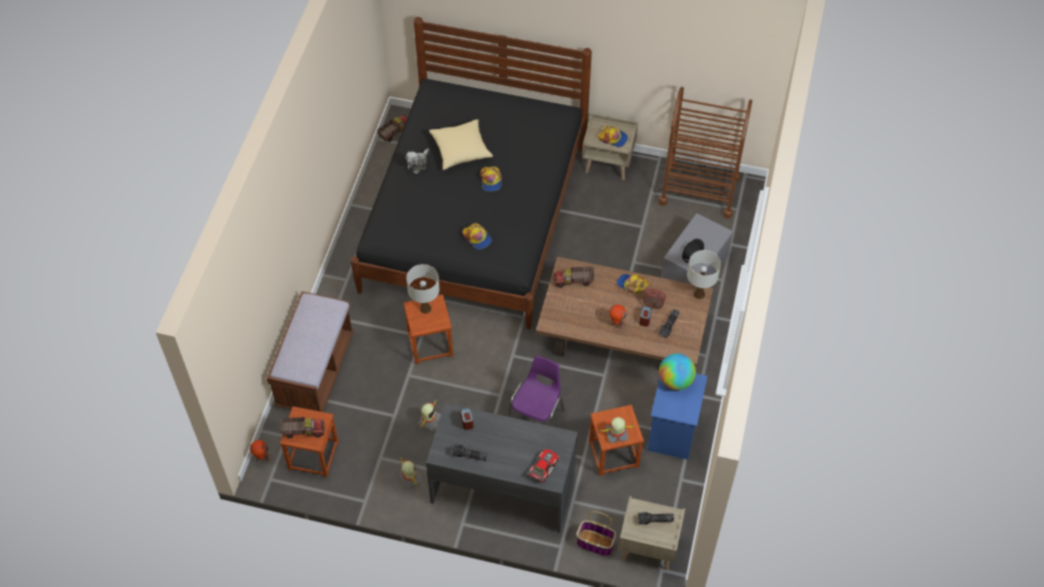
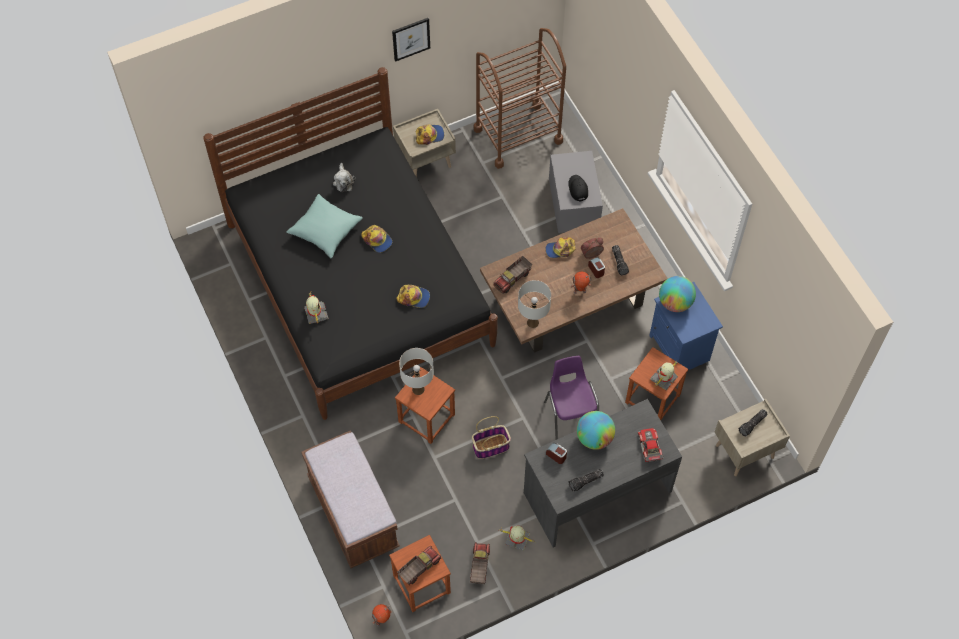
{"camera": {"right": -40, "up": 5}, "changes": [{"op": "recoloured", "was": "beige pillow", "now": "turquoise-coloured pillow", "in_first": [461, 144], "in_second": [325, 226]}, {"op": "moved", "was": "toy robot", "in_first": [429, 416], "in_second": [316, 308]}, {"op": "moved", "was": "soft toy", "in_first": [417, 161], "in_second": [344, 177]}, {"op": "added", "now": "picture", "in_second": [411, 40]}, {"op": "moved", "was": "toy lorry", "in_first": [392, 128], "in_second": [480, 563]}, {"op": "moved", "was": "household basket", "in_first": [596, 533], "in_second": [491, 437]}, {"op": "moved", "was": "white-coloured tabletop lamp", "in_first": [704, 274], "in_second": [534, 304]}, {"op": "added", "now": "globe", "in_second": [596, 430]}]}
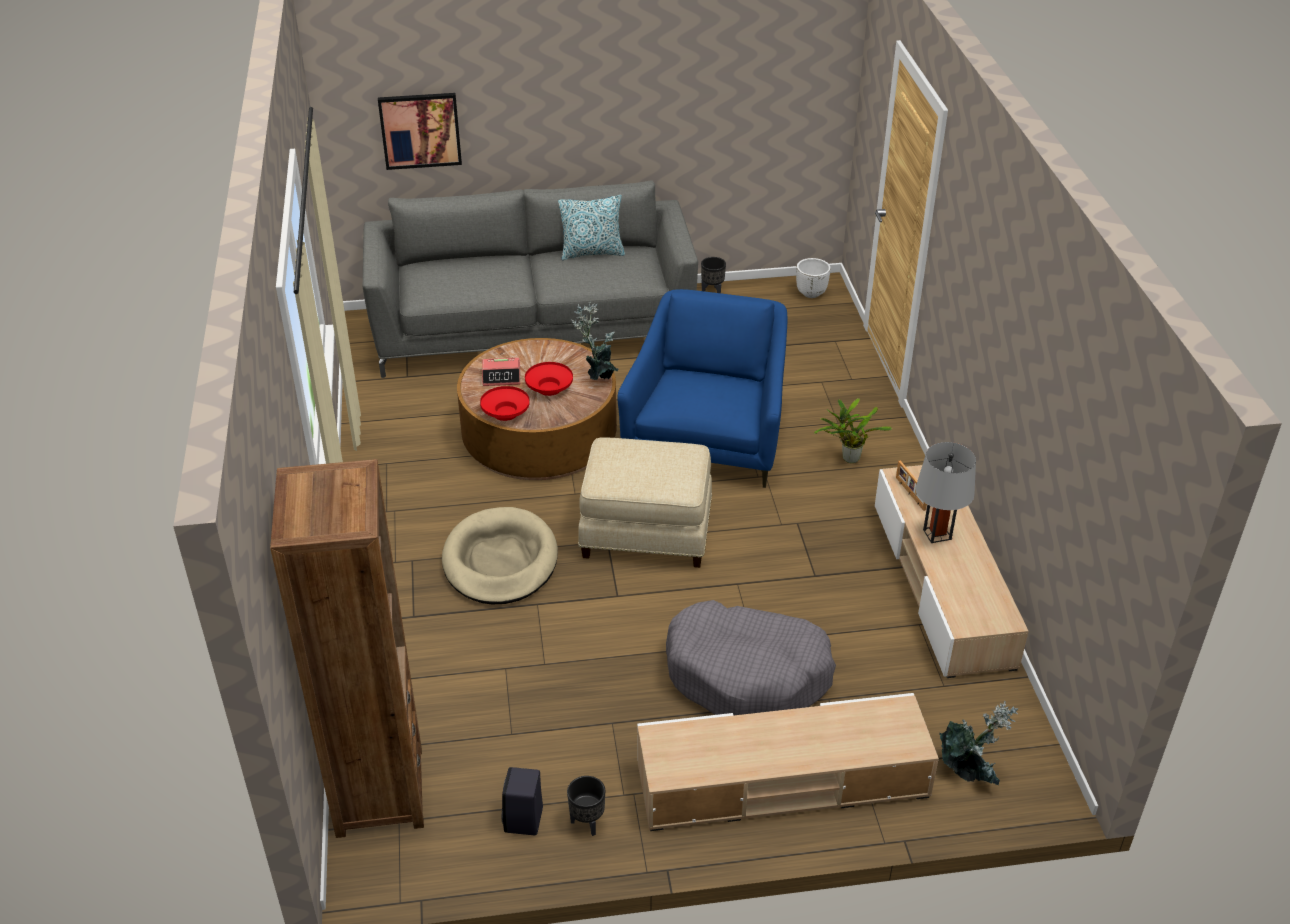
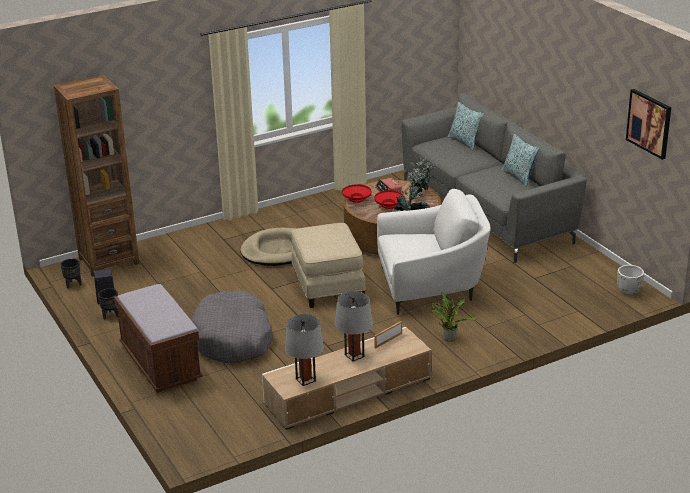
{"camera": {"right": 70, "up": -10}, "changes": [{"op": "moved", "was": "blackish planter", "in_first": [713, 275], "in_second": [70, 274]}, {"op": "replaced", "was": "beige tv unit", "now": "brown-coloured long seat", "in_first": [788, 762], "in_second": [158, 338]}, {"op": "added", "now": "grey tabletop lamp", "in_second": [304, 350]}, {"op": "recoloured", "was": "blue-coloured lounge chair", "now": "white-coloured lounge chair", "in_first": [702, 388], "in_second": [434, 252]}, {"op": "moved", "was": "houseplant", "in_first": [978, 743], "in_second": [422, 176]}, {"op": "added", "now": "pillow", "in_second": [466, 126]}, {"op": "moved", "was": "picture", "in_first": [420, 131], "in_second": [648, 124]}]}
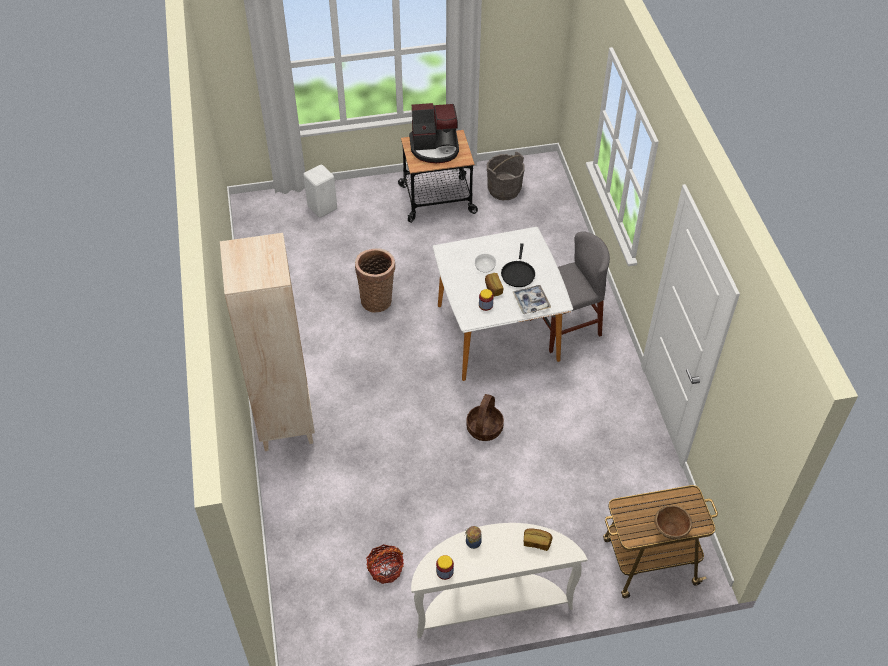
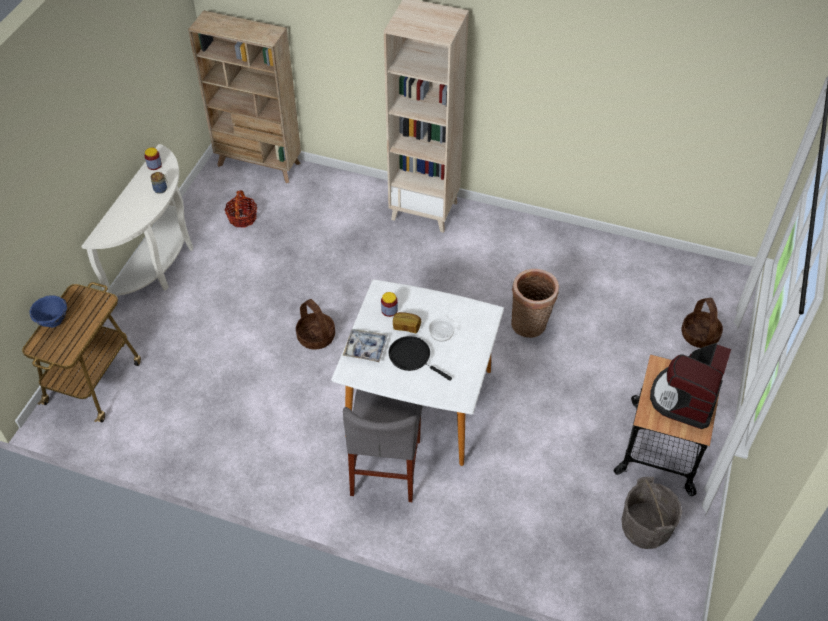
{"camera": {"right": 120, "up": 0}, "changes": [{"op": "recoloured", "was": "brown-coloured bowl", "now": "blue-coloured bowl", "in_first": [673, 522], "in_second": [48, 311]}, {"op": "added", "now": "beige bookshelf", "in_second": [244, 96]}, {"op": "replaced", "was": "white-coloured sitting stool", "now": "household basket", "in_first": [320, 191], "in_second": [702, 323]}, {"op": "removed", "was": "bread", "in_first": [538, 540]}]}
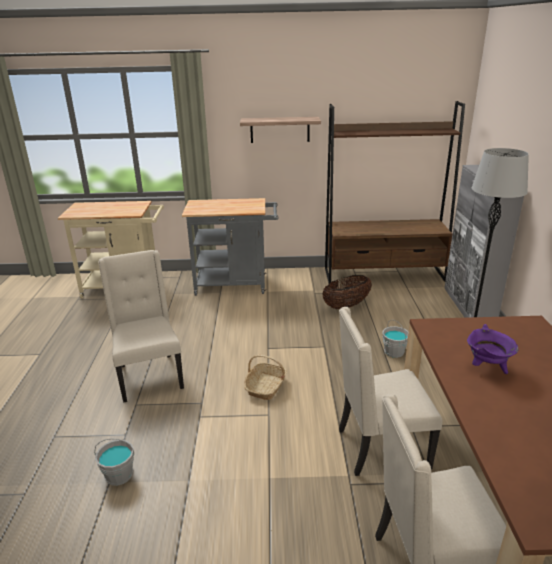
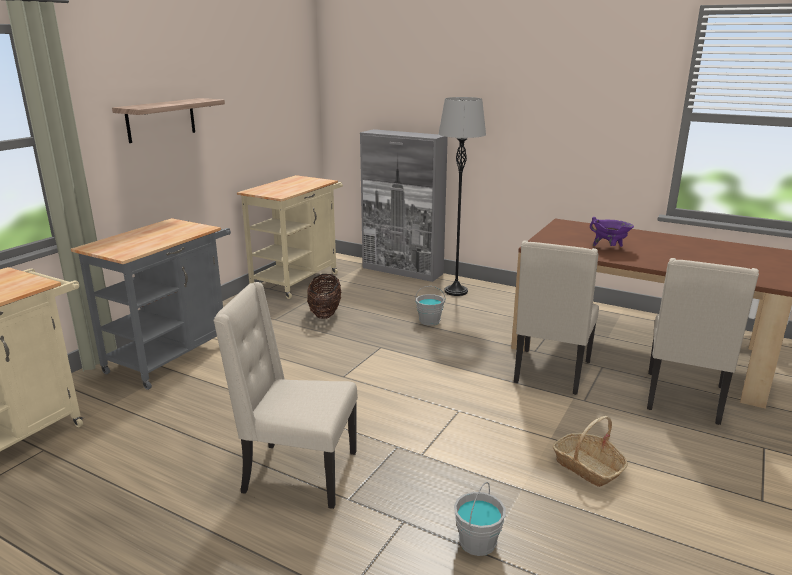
{"camera": {"right": -60, "up": -5}, "changes": [{"op": "replaced", "was": "brown-coloured bookshelf", "now": "beige cart", "in_first": [395, 192], "in_second": [290, 237]}, {"op": "moved", "was": "household basket", "in_first": [265, 377], "in_second": [590, 451]}]}
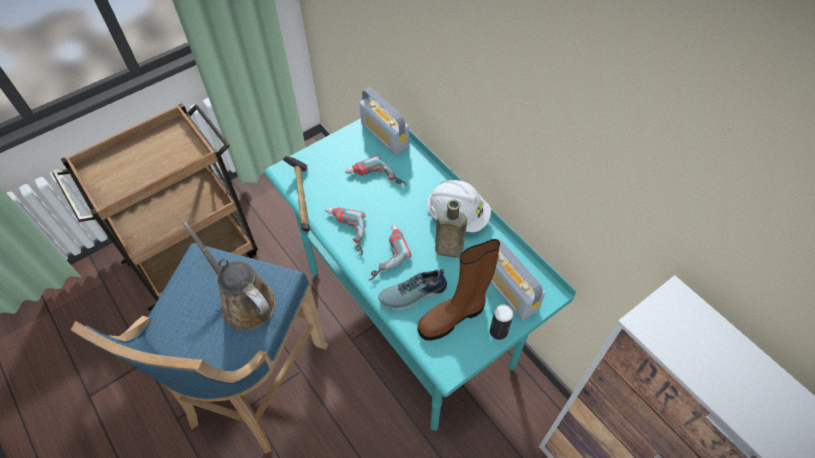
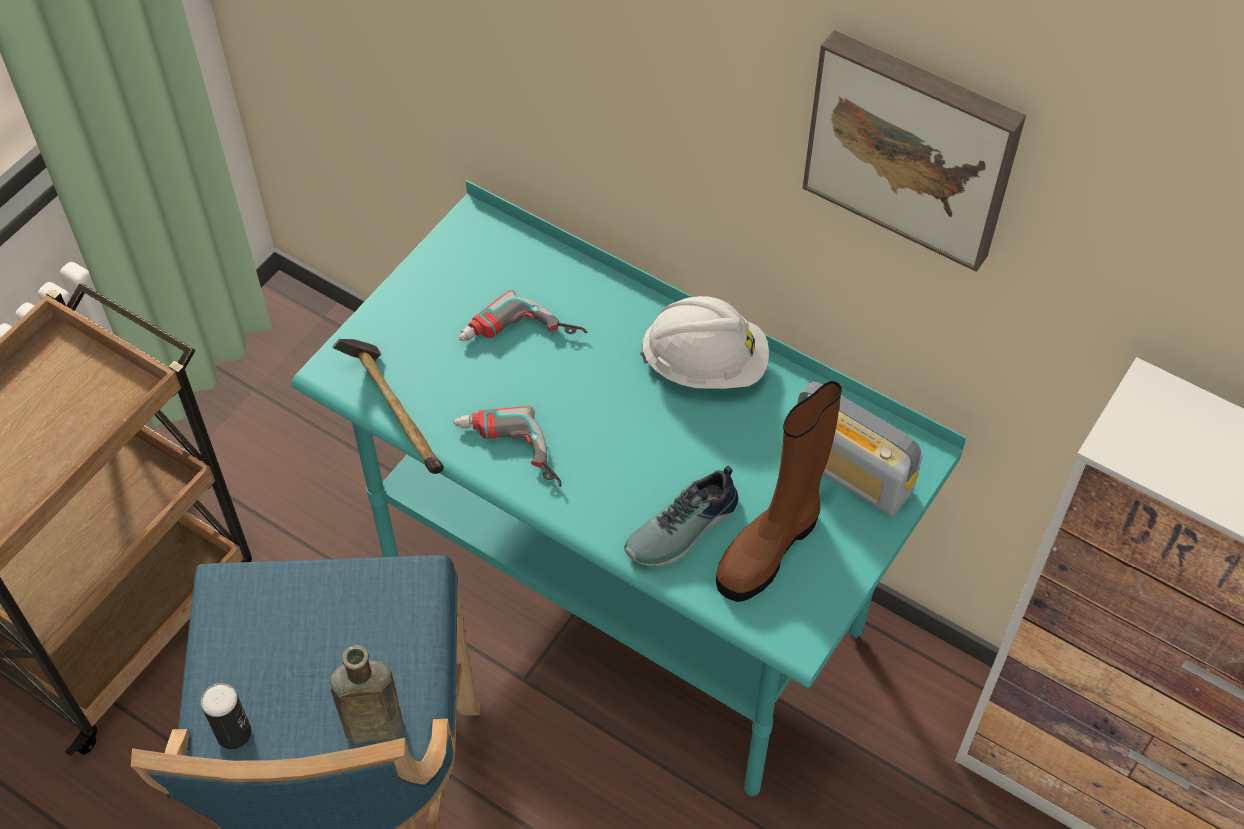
{"camera": {"right": -20, "up": 0}, "changes": [{"op": "moved", "was": "can", "in_first": [502, 322], "in_second": [226, 716]}, {"op": "moved", "was": "brown-coloured beverage bottle", "in_first": [451, 228], "in_second": [366, 695]}, {"op": "added", "now": "picture", "in_second": [914, 151]}, {"op": "removed", "was": "brown-coloured watering can", "in_first": [229, 275]}, {"op": "removed", "was": "radio set", "in_first": [384, 121]}, {"op": "removed", "was": "power drill", "in_first": [390, 252]}]}
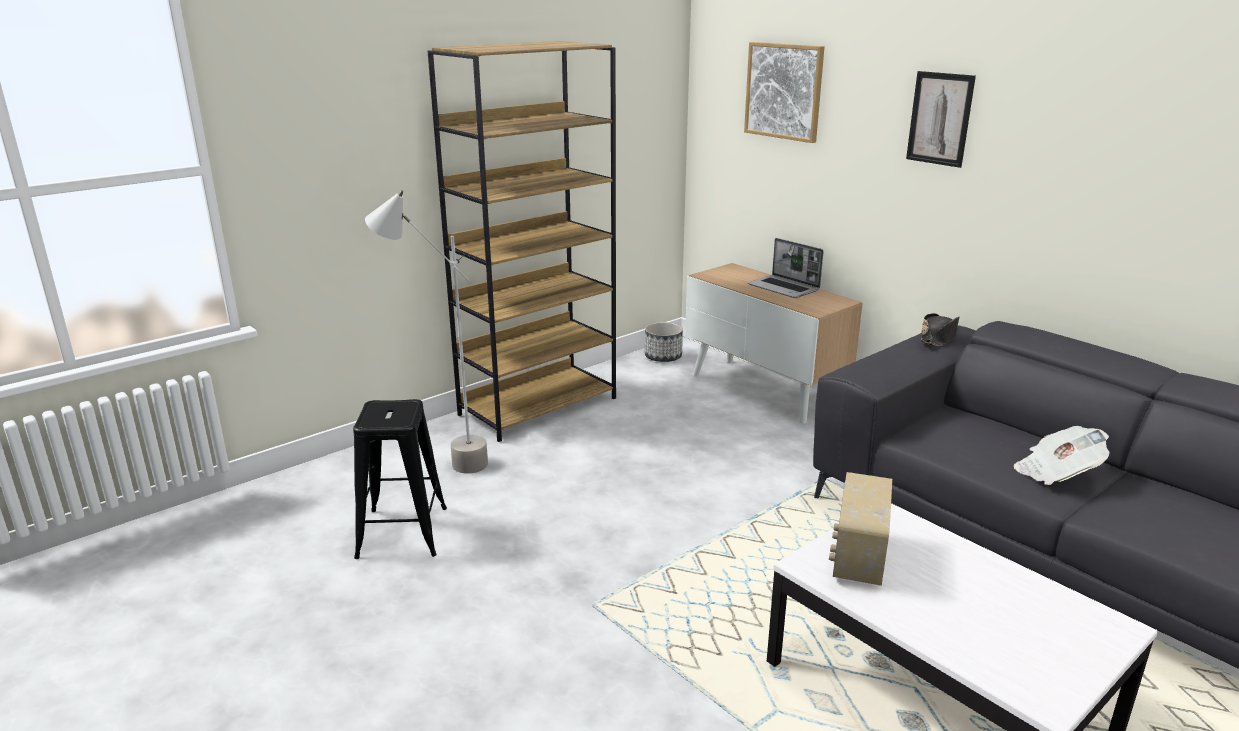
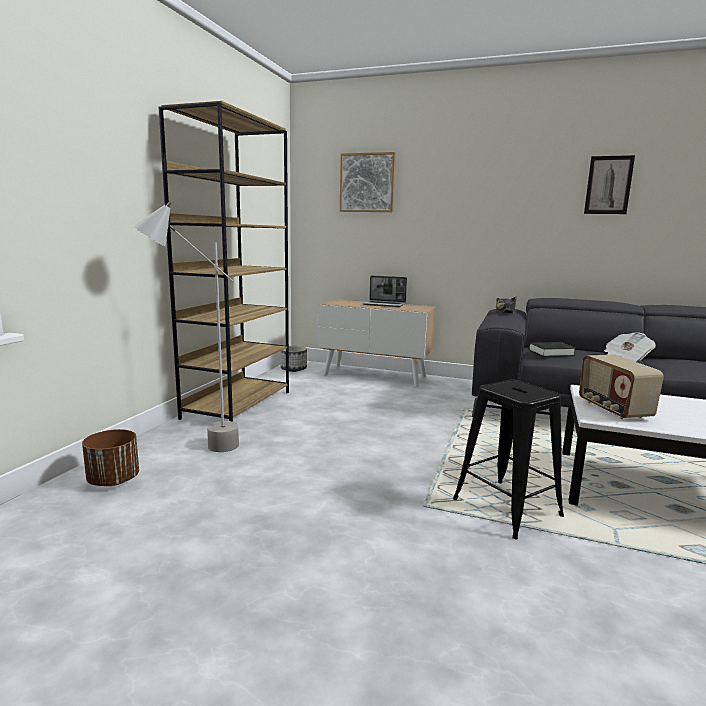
{"camera": {"right": -30, "up": -10}, "changes": [{"op": "added", "now": "brown-coloured planter", "in_second": [110, 457]}, {"op": "moved", "was": "blackish sitting stool", "in_first": [400, 479], "in_second": [508, 459]}, {"op": "added", "now": "blackish volume", "in_second": [552, 349]}, {"op": "moved", "was": "picture", "in_first": [941, 119], "in_second": [609, 184]}]}
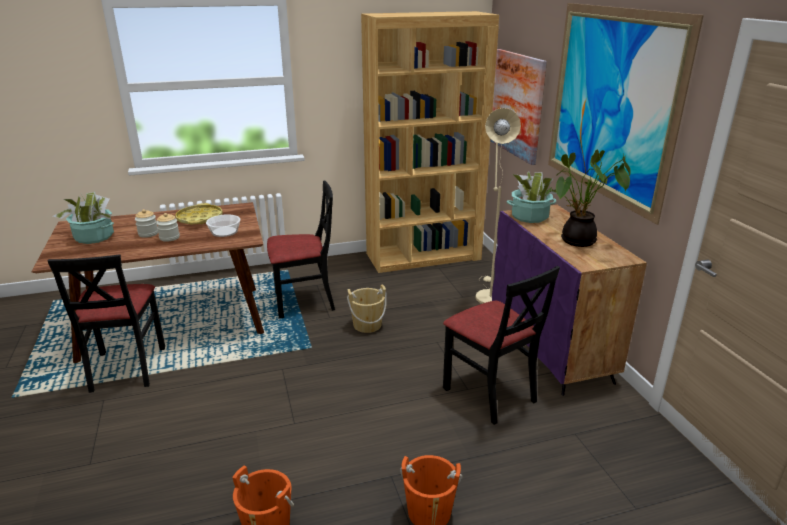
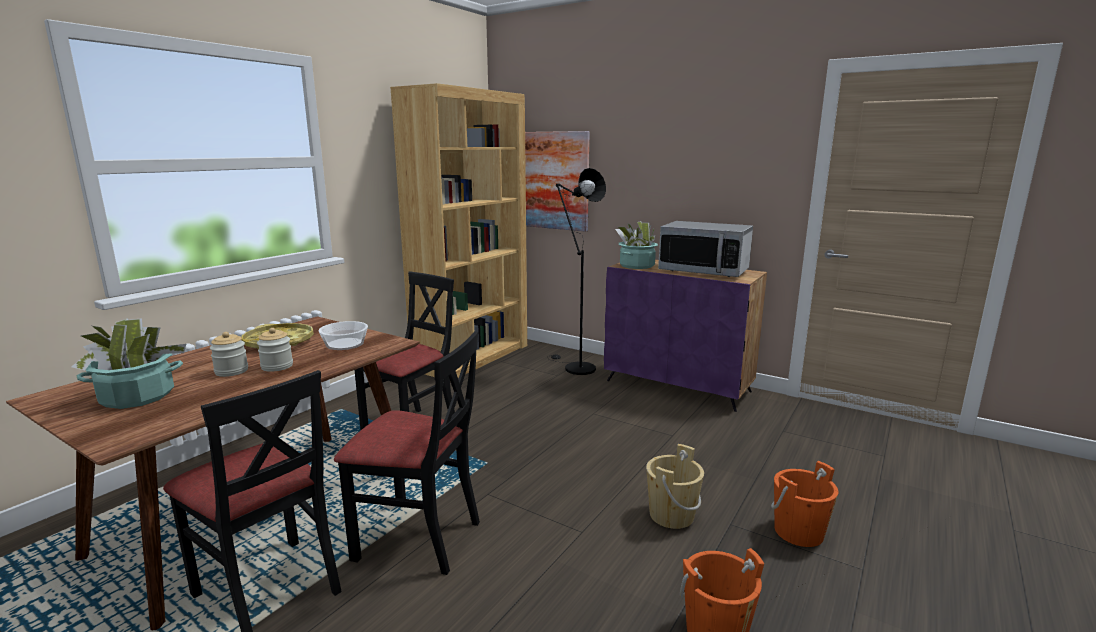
{"camera": {"right": -40, "up": -10}, "changes": [{"op": "moved", "was": "blackish chair", "in_first": [501, 345], "in_second": [407, 453]}, {"op": "recoloured", "was": "beige floor lamp", "now": "blackish floor lamp", "in_first": [498, 206], "in_second": [577, 271]}, {"op": "moved", "was": "beige bucket", "in_first": [367, 308], "in_second": [675, 486]}, {"op": "replaced", "was": "houseplant", "now": "microwave oven", "in_first": [588, 198], "in_second": [705, 249]}, {"op": "removed", "was": "picture", "in_first": [626, 114]}]}
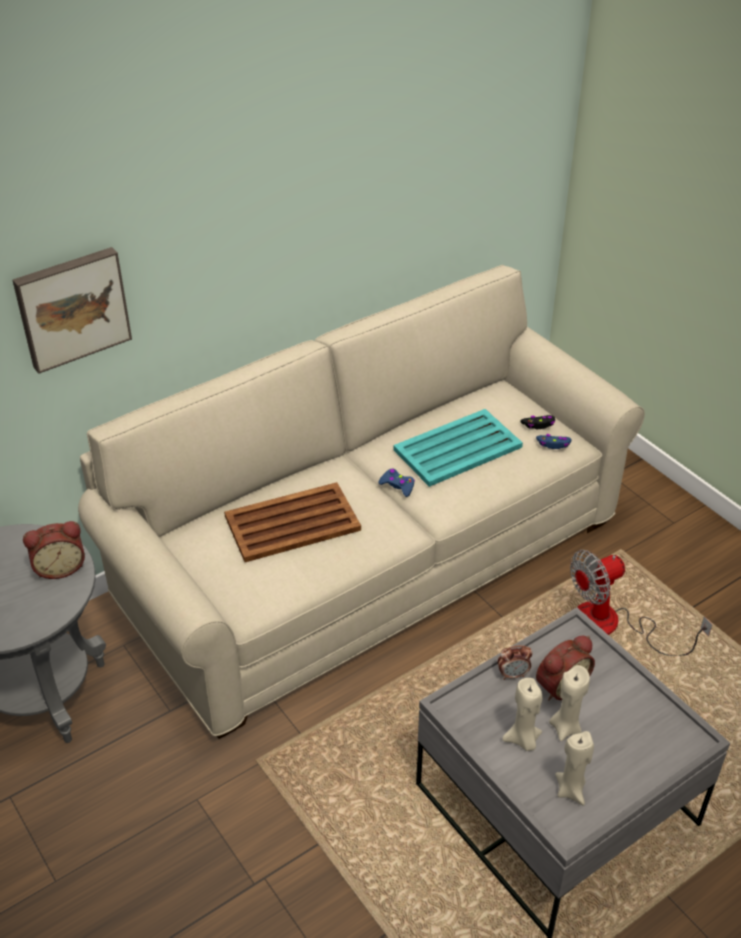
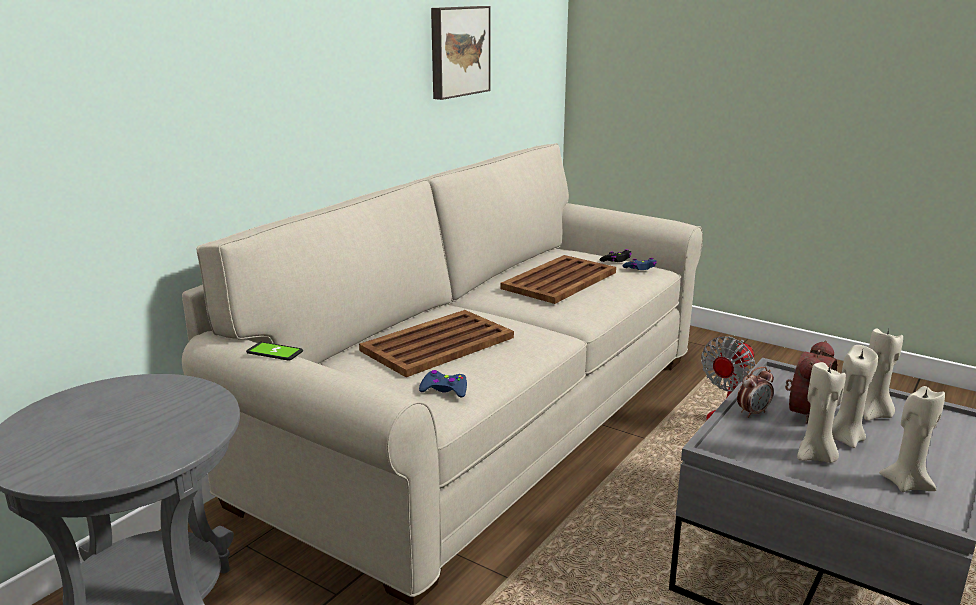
{"camera": {"right": -20, "up": -20}, "changes": [{"op": "added", "now": "phone", "in_second": [274, 351]}, {"op": "moved", "was": "blue-coloured game controller", "in_first": [396, 483], "in_second": [443, 383]}, {"op": "moved", "was": "picture", "in_first": [72, 310], "in_second": [461, 53]}, {"op": "recoloured", "was": "turquoise-coloured carrying tray", "now": "brown-coloured carrying tray", "in_first": [458, 448], "in_second": [558, 279]}, {"op": "added", "now": "beige wax candle", "in_second": [883, 374]}, {"op": "removed", "was": "table clock", "in_first": [54, 550]}]}
